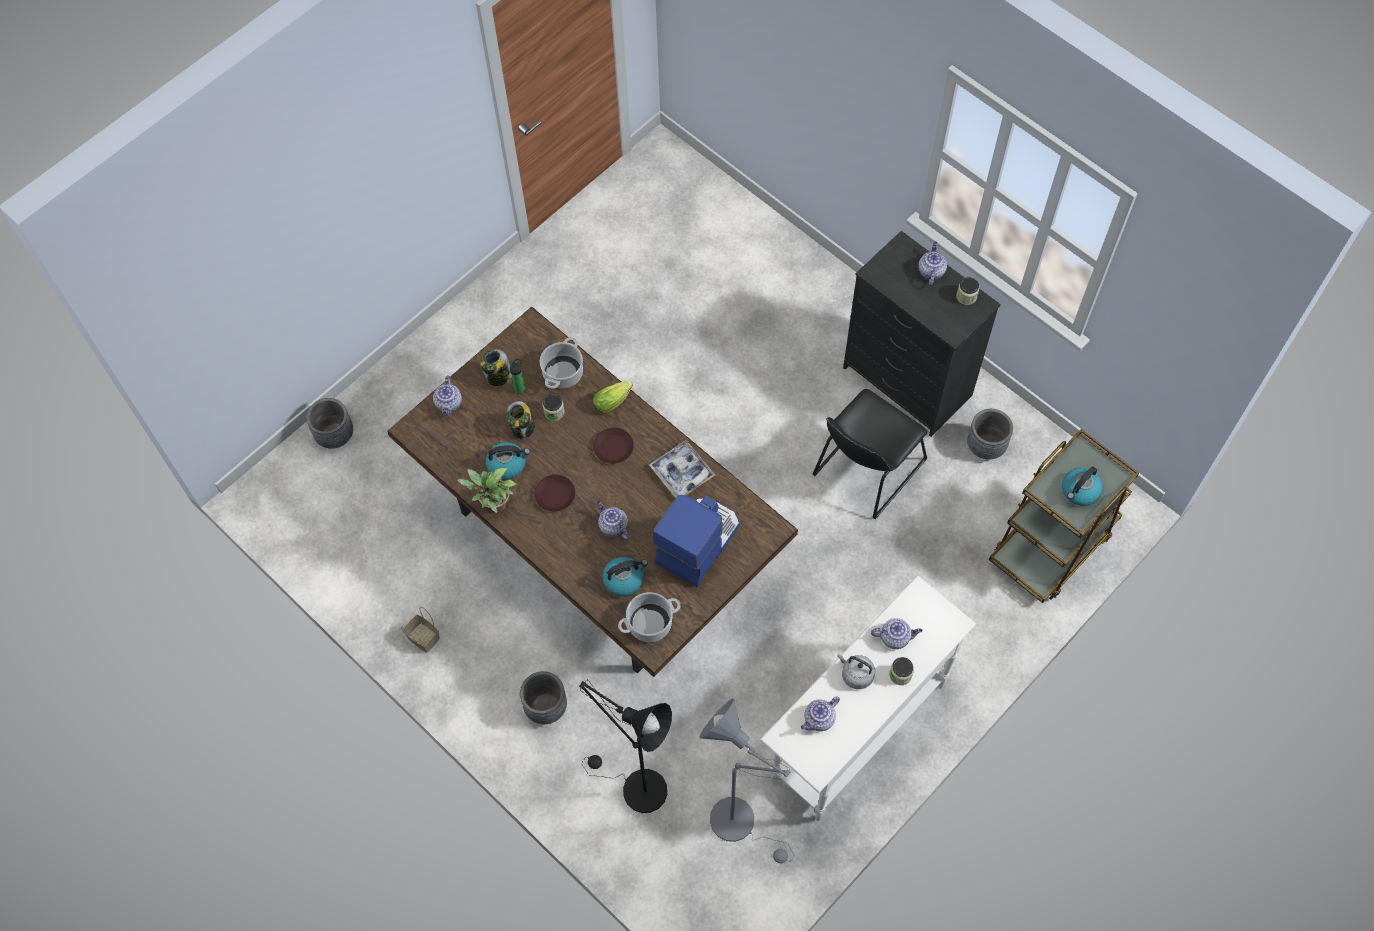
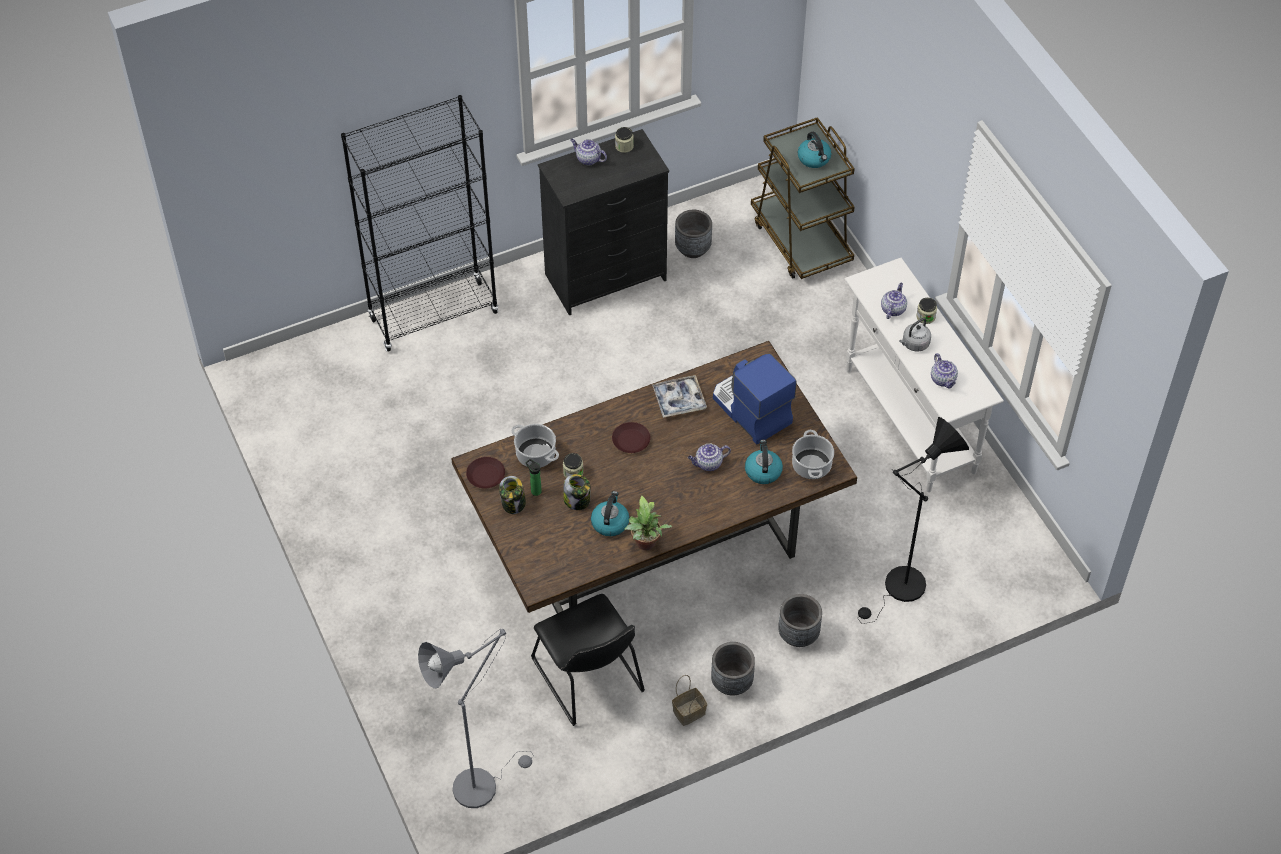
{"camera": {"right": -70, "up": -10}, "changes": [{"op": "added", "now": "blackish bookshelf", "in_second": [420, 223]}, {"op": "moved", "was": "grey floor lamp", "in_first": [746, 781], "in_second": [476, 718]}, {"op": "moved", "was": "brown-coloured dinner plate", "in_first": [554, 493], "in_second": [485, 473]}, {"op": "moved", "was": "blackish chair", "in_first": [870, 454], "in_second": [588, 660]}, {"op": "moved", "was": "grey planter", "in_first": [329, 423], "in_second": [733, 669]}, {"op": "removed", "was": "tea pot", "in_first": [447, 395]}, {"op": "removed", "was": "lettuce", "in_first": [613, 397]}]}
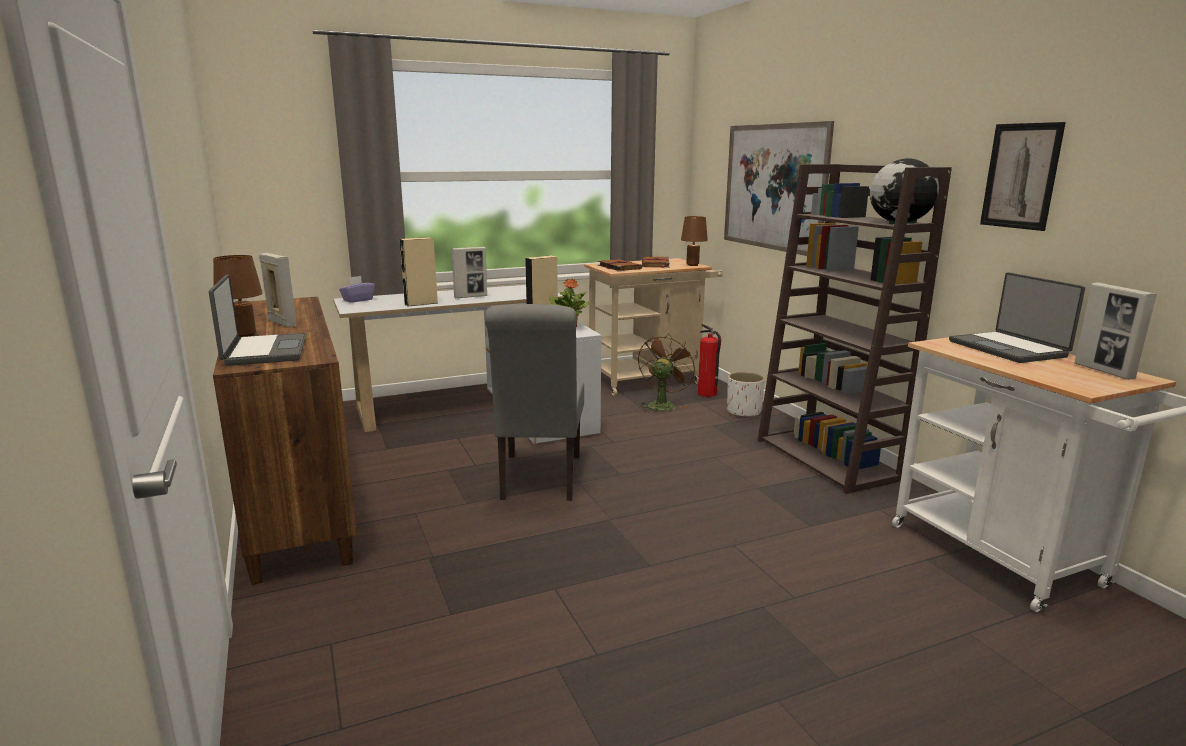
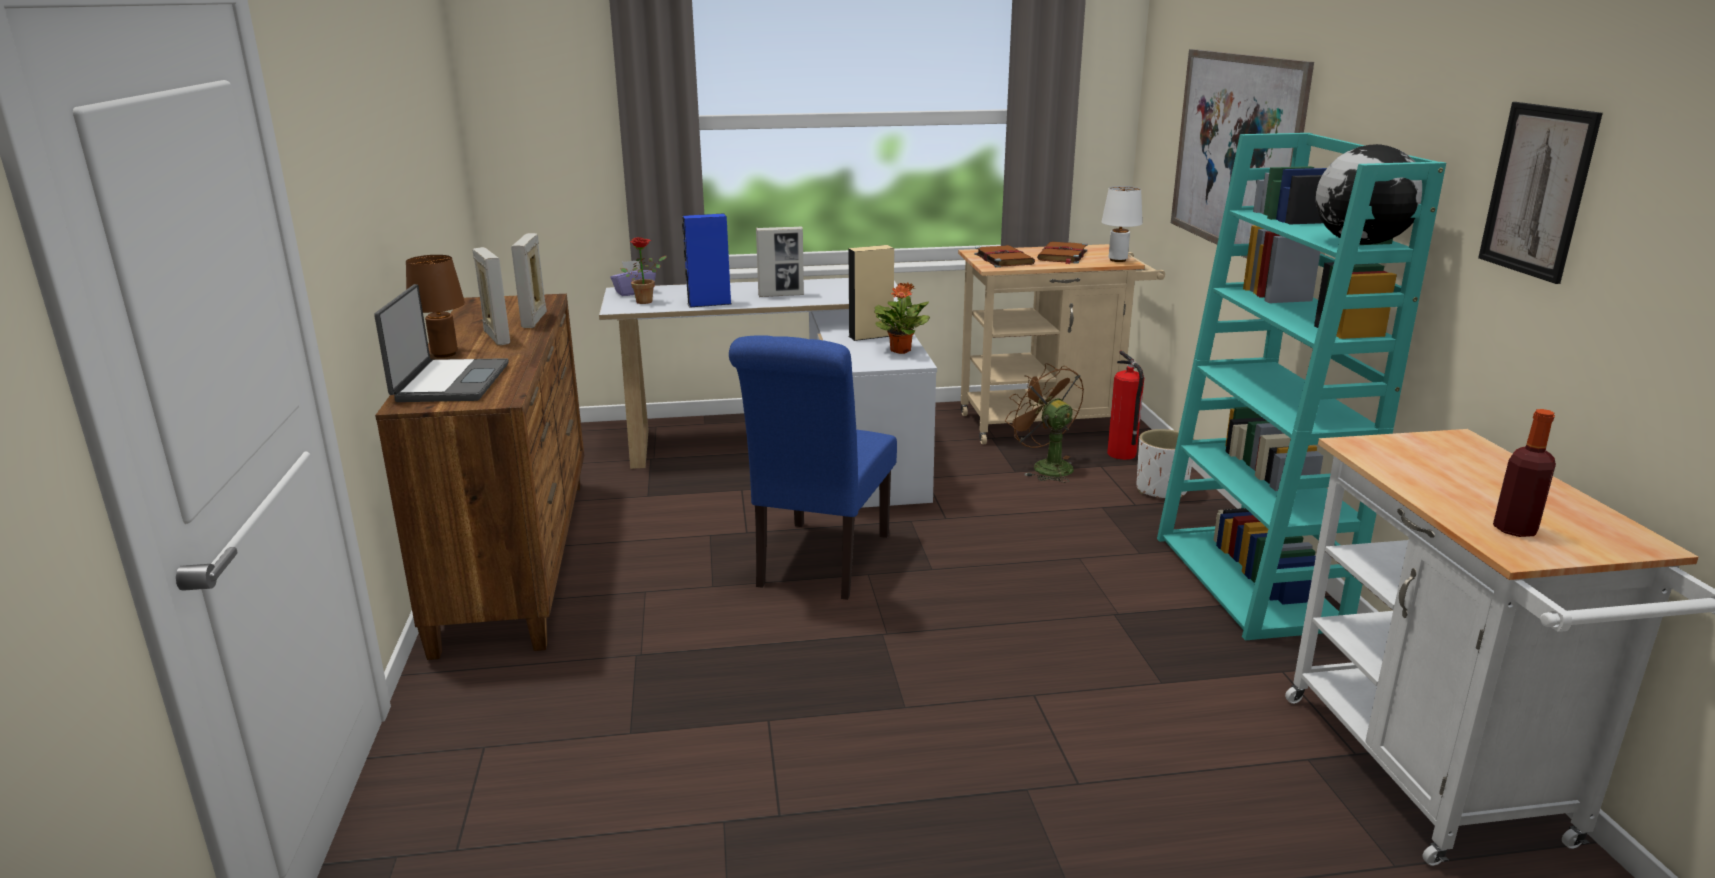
{"camera": {"right": 15, "up": 5}, "changes": [{"op": "moved", "was": "picture frame", "in_first": [1116, 331], "in_second": [529, 280]}, {"op": "added", "now": "houseplant", "in_second": [644, 270]}, {"op": "recoloured", "was": "beige loudspeaker", "now": "blue-coloured loudspeaker", "in_first": [419, 272], "in_second": [707, 260]}, {"op": "recoloured", "was": "grey chair", "now": "blue-coloured chair", "in_first": [534, 402], "in_second": [813, 467]}, {"op": "turned", "was": "brown-coloured cooling fan", "in_first": [667, 373], "in_second": [1044, 423], "clockwise": -75}, {"op": "recoloured", "was": "brown-coloured tabletop lamp", "now": "white-coloured tabletop lamp", "in_first": [694, 241], "in_second": [1122, 224]}, {"op": "recoloured", "was": "brown-coloured bookshelf", "now": "turquoise-coloured bookshelf", "in_first": [855, 329], "in_second": [1301, 386]}, {"op": "added", "now": "beverage bottle", "in_second": [1524, 473]}, {"op": "removed", "was": "notebook computer", "in_first": [1017, 317]}]}
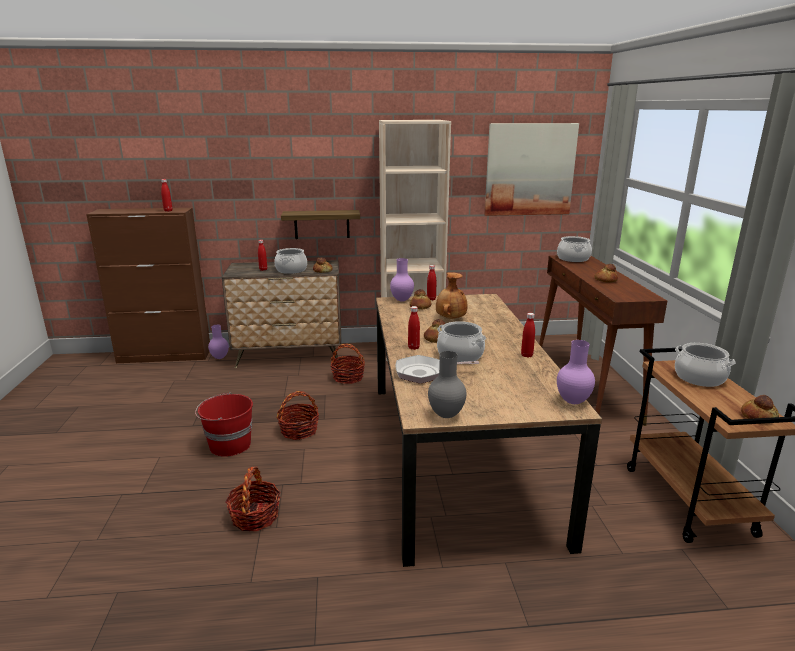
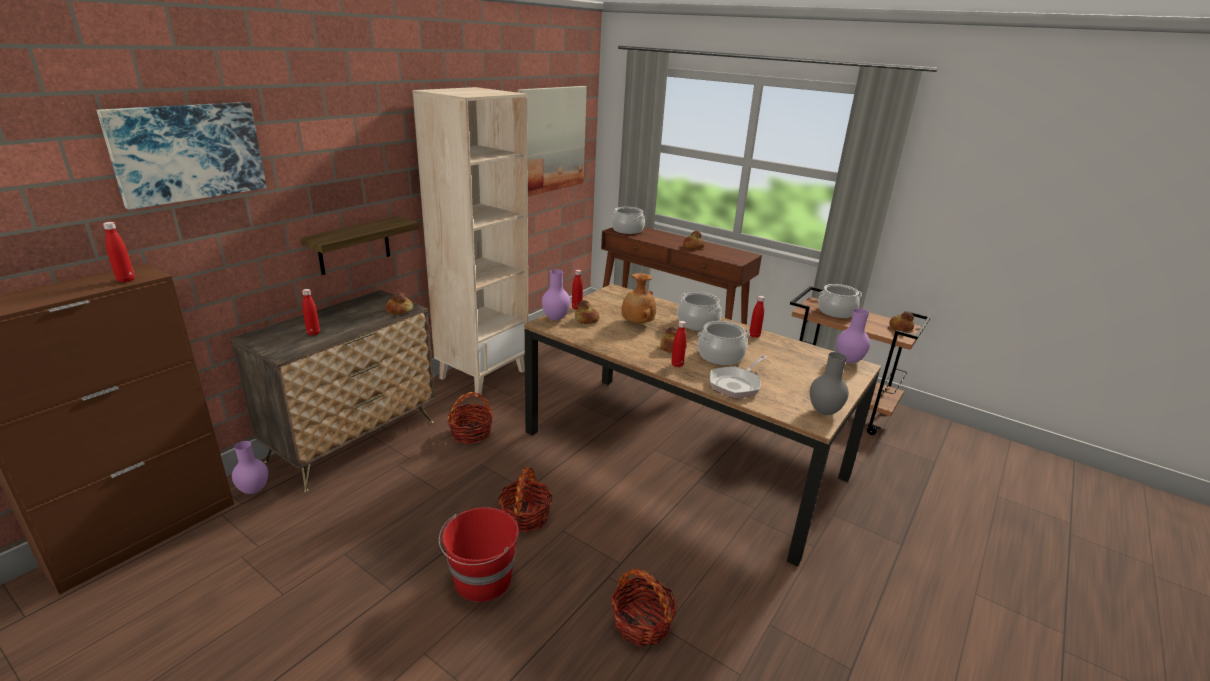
{"camera": {"right": -50, "up": 5}, "changes": [{"op": "added", "now": "picture", "in_second": [182, 156]}, {"op": "moved", "was": "saucepot", "in_first": [291, 261], "in_second": [699, 311]}]}
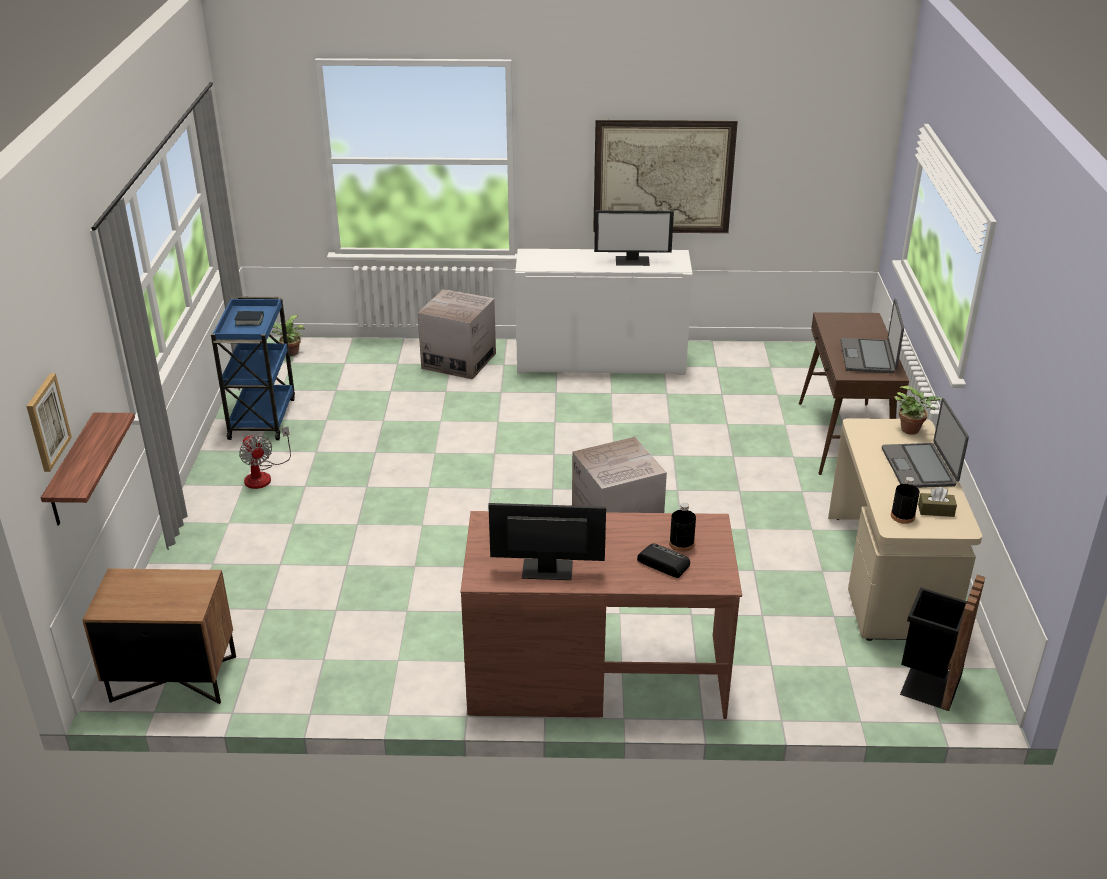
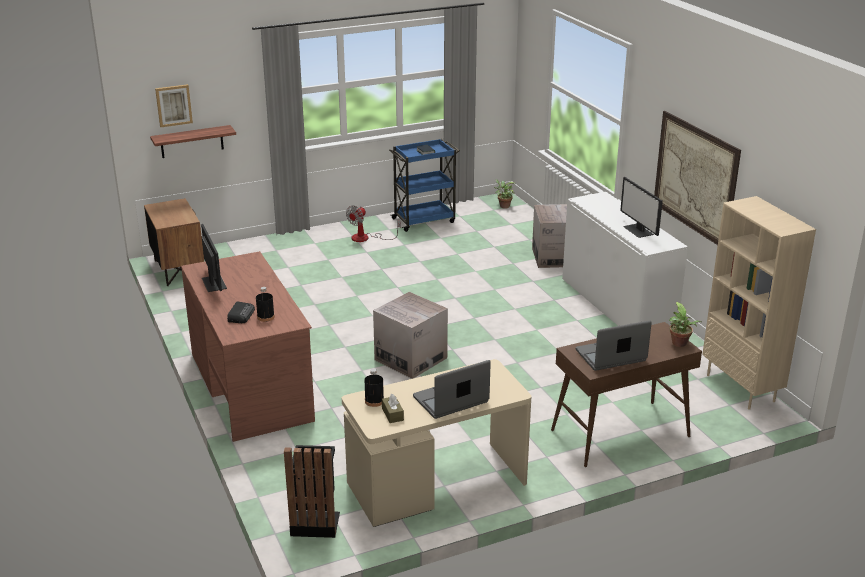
{"camera": {"right": 65, "up": -5}, "changes": [{"op": "moved", "was": "houseplant", "in_first": [918, 410], "in_second": [685, 324]}, {"op": "added", "now": "beige bookshelf", "in_second": [759, 302]}]}
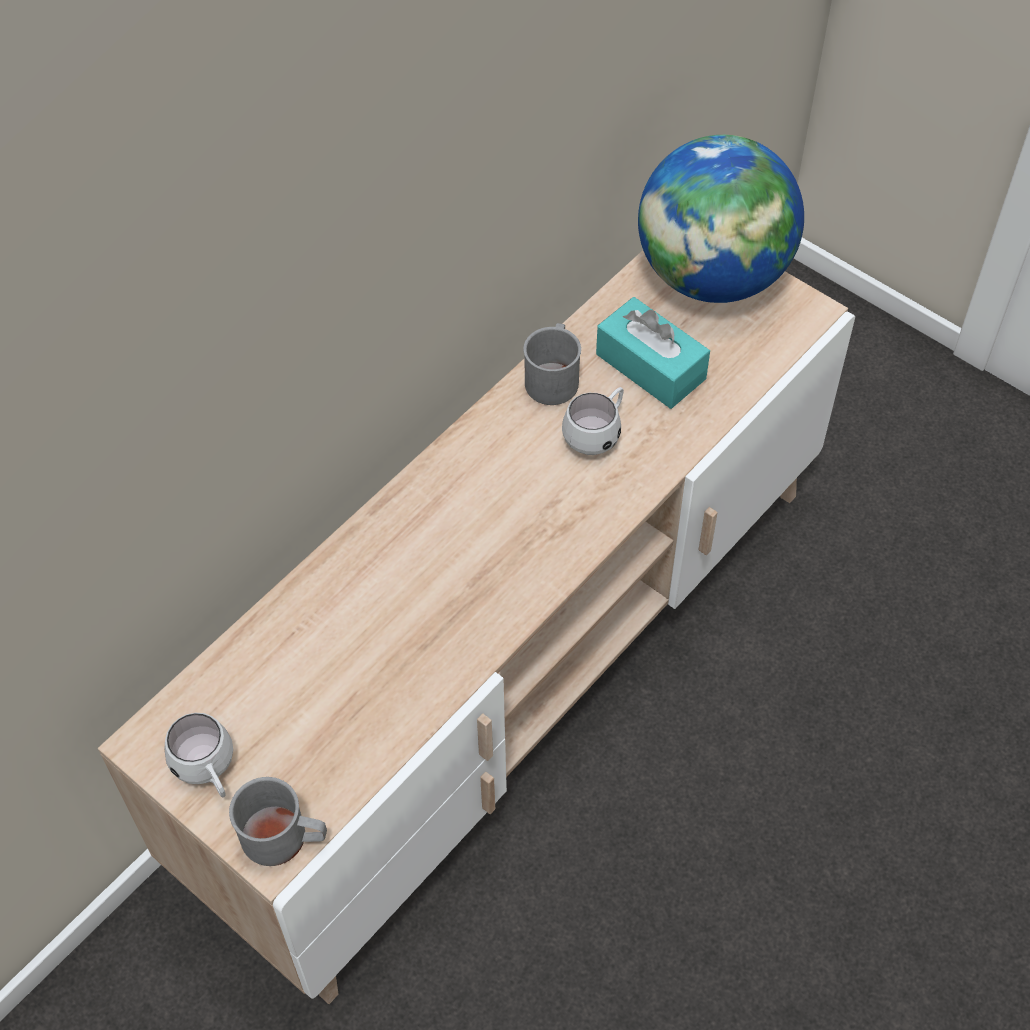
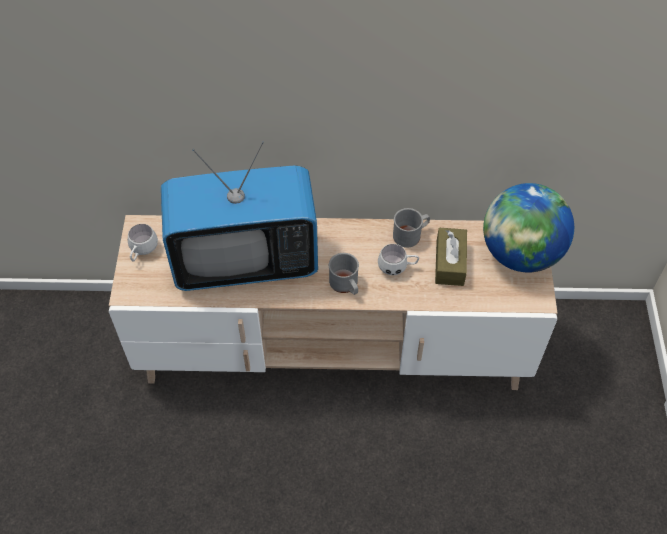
{"camera": {"right": 50, "up": 0}, "changes": [{"op": "added", "now": "TV set", "in_second": [239, 216]}, {"op": "moved", "was": "grey mug", "in_first": [278, 821], "in_second": [344, 274]}, {"op": "recoloured", "was": "turquoise-coloured tissue holder", "now": "brown-coloured tissue holder", "in_first": [653, 353], "in_second": [451, 257]}]}
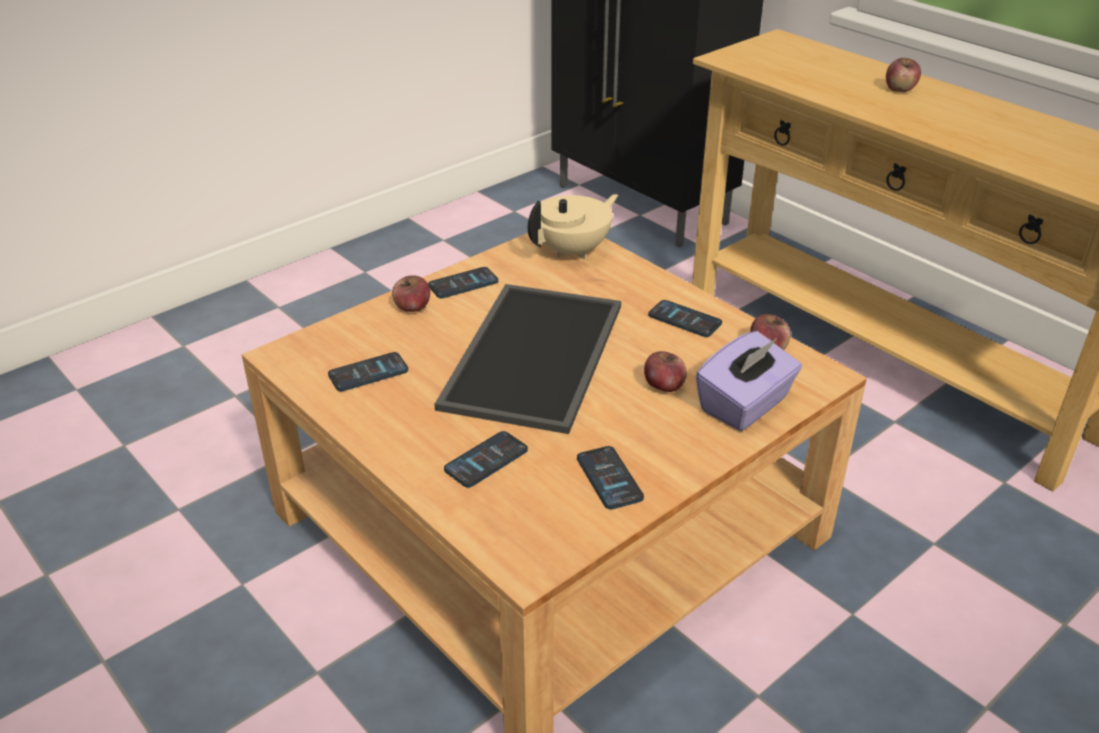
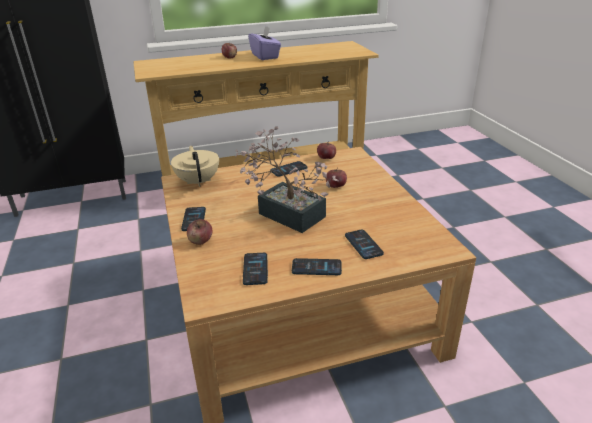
{"camera": {"right": -65, "up": -5}, "changes": [{"op": "replaced", "was": "carrying tray", "now": "houseplant", "in_first": [527, 359], "in_second": [287, 179]}, {"op": "moved", "was": "purple tissue holder", "in_first": [749, 381], "in_second": [264, 43]}, {"op": "moved", "was": "phone", "in_first": [610, 477], "in_second": [317, 266]}]}
